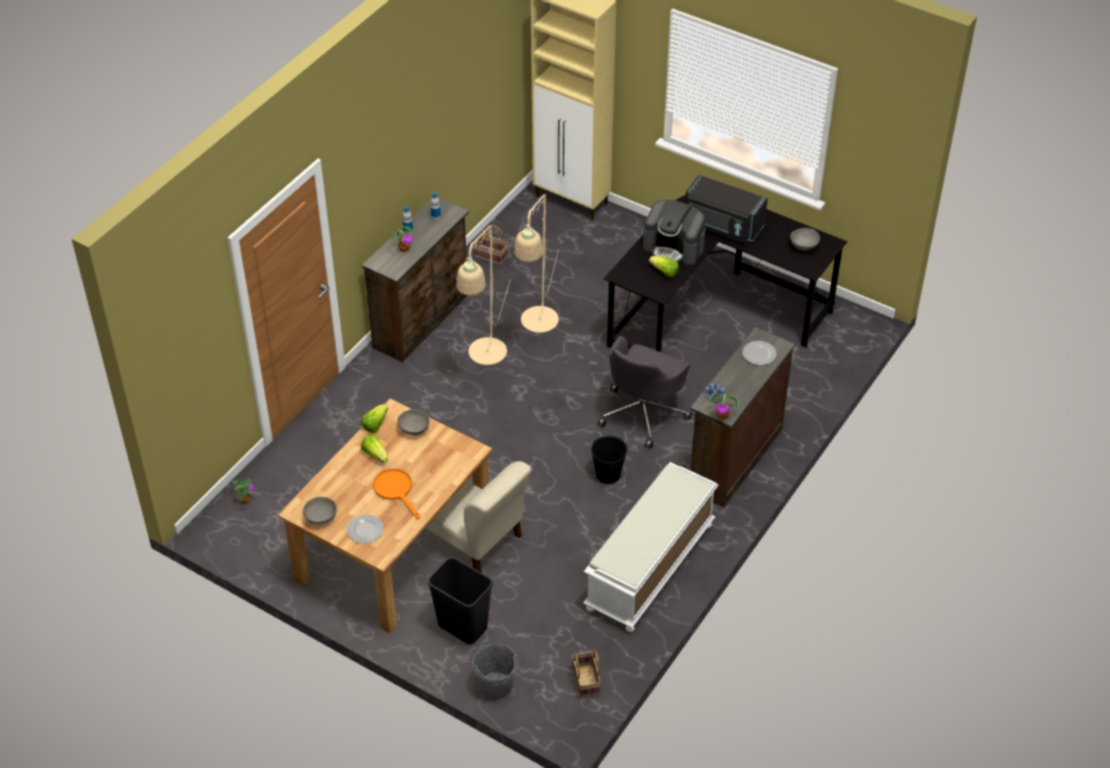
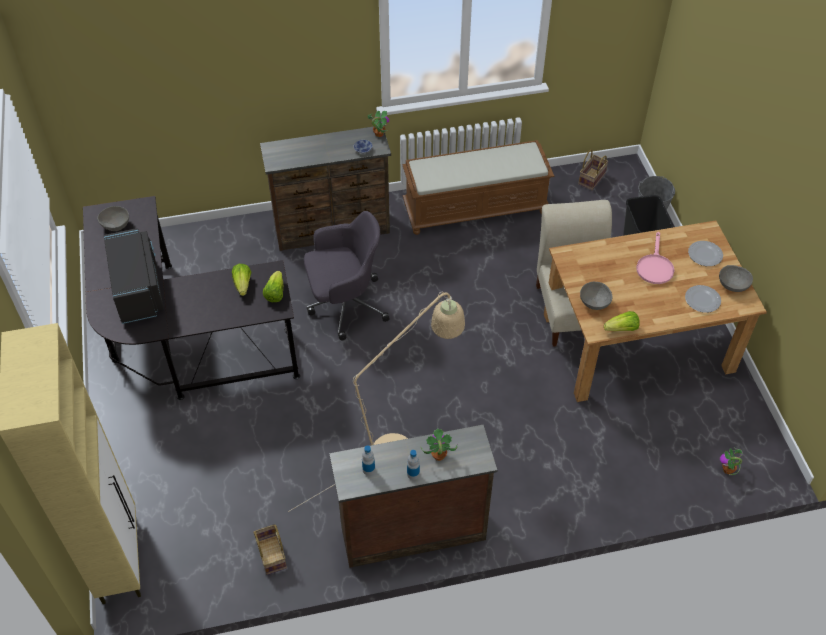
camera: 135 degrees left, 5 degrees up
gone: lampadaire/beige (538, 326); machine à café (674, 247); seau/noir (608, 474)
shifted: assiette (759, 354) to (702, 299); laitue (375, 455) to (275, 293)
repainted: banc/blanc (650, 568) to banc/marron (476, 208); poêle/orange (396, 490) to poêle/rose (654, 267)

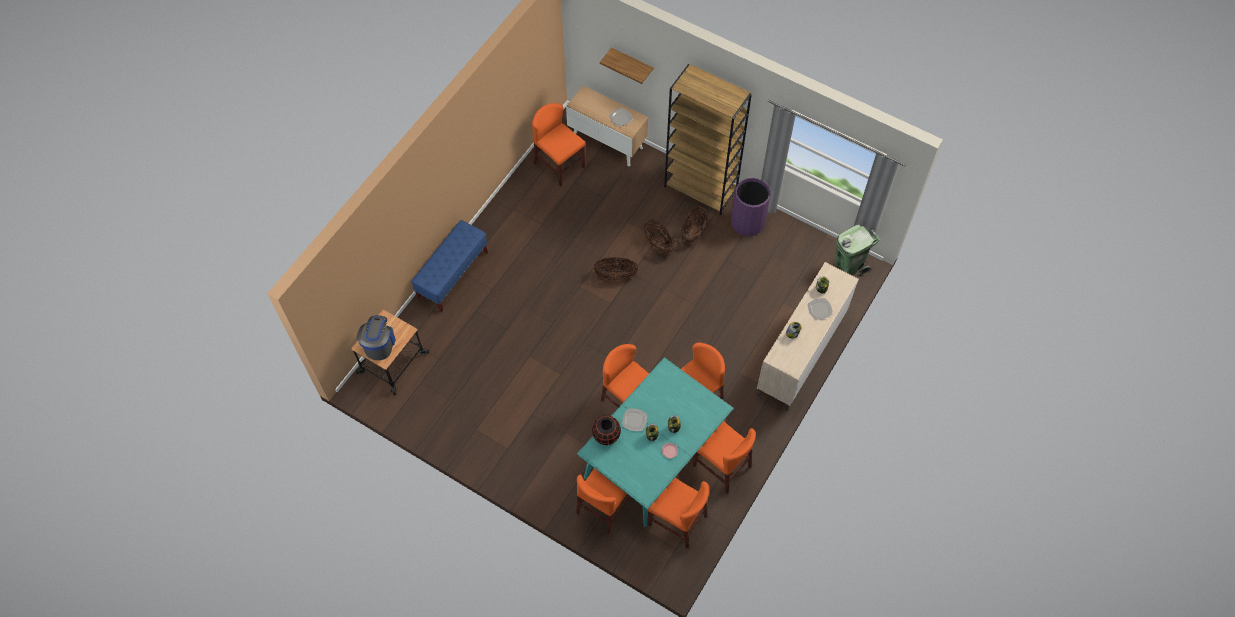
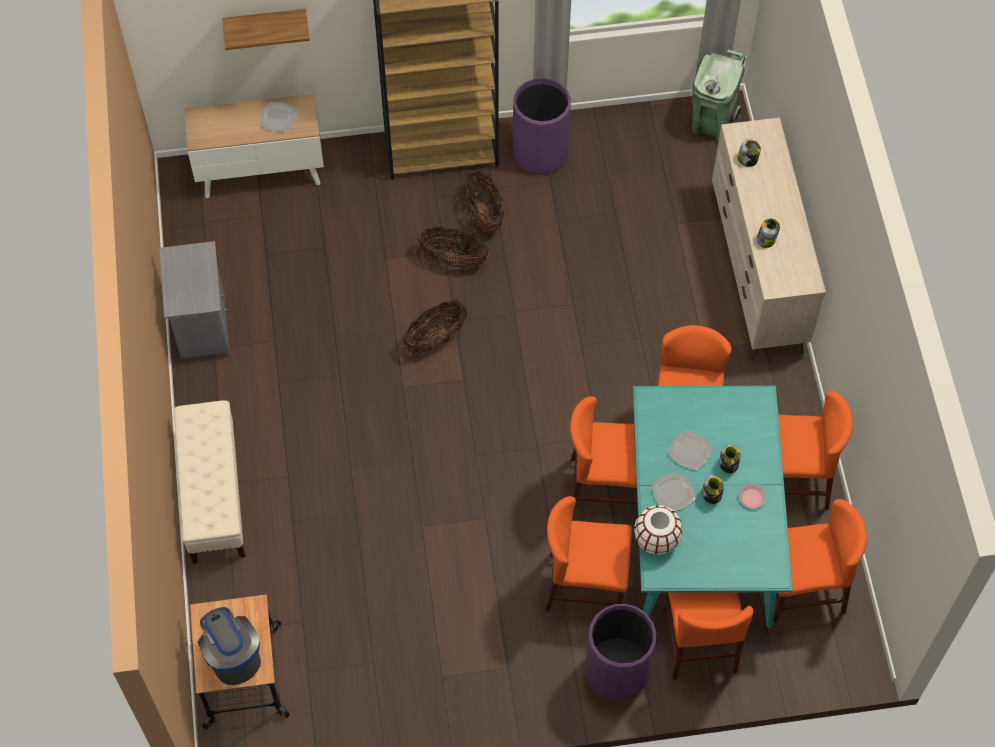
camera: 40 degrees left, 0 degrees up
new: table de chevet/gris (202, 328); poubelle/violet (616, 671)
shifted: chaise/orange (559, 165) to (585, 585); assiette (819, 309) to (689, 451)
repainted: banc/bleu (453, 275) to banc/beige (214, 496); vase/noir (606, 435) to vase/blanc (656, 539)

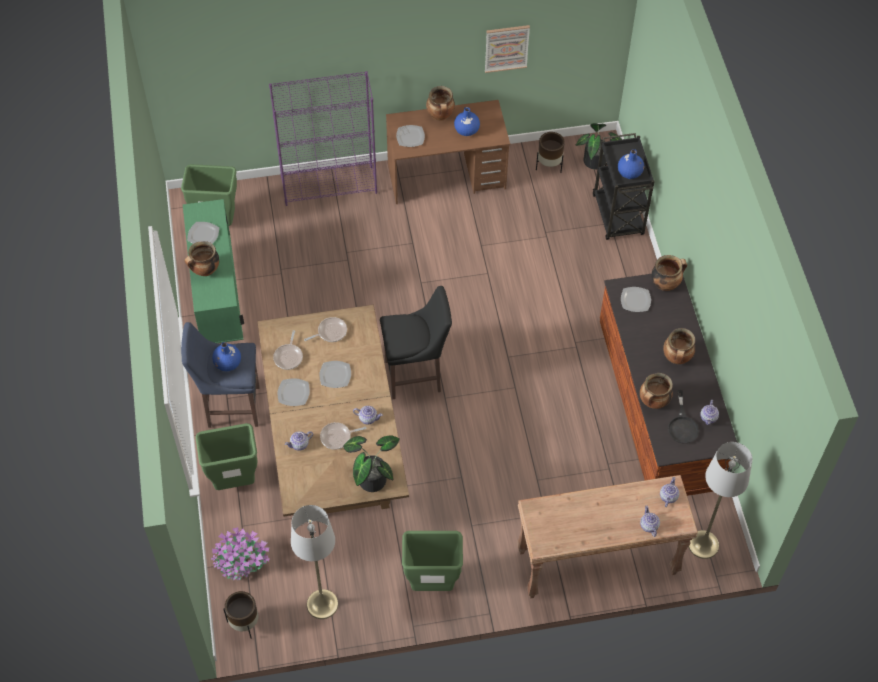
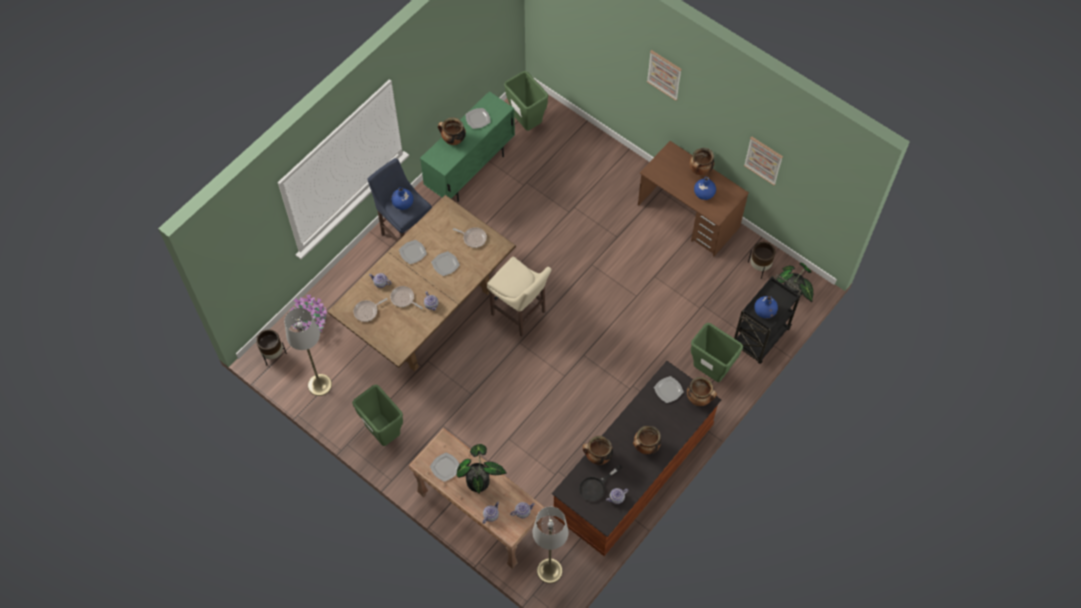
camera: 50 degrees right, 5 degrees up
gone: bibliothèque/violet (329, 185)
new: tableau (664, 74)
shifted: assiette (410, 136) to (445, 467); poêle (289, 356) to (367, 311); poubelle/vert (235, 481) to (710, 371); plante en pot (371, 477) to (479, 479)
repainted: tabouret/noir (416, 376) to tabouret/beige (520, 314)

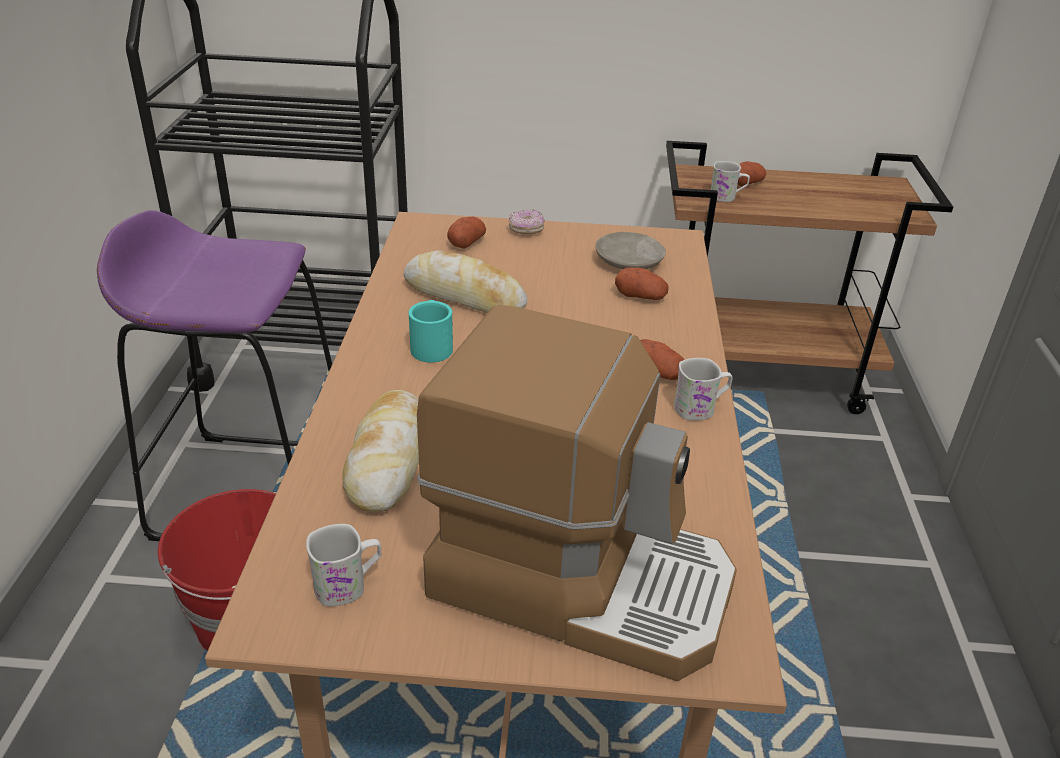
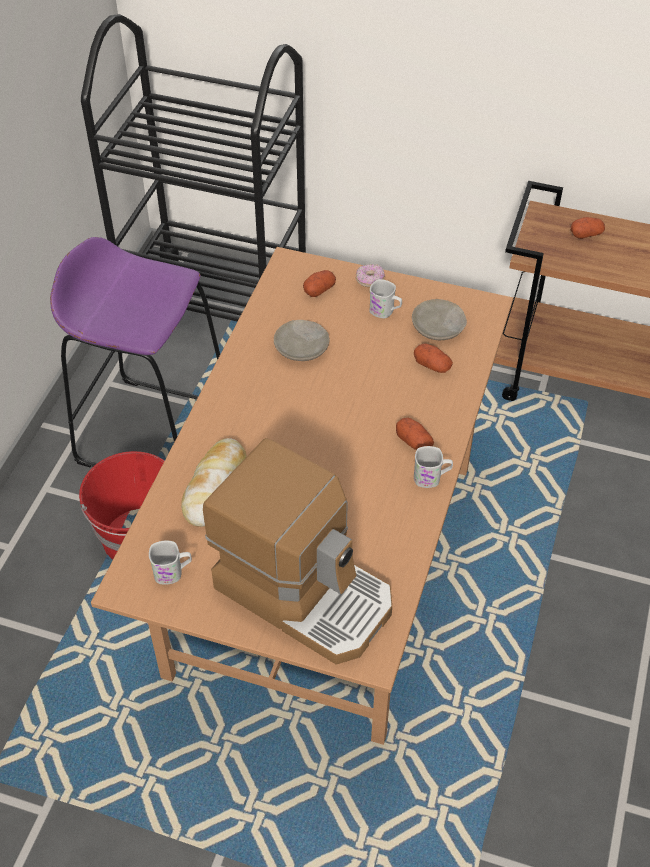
camera: 15 degrees right, 15 degrees up
gone: mug/turquoise (431, 345)
shifted: mug/blanc (727, 197) to (385, 311)
swapped: pain (464, 295) to assiette/beige (302, 347)

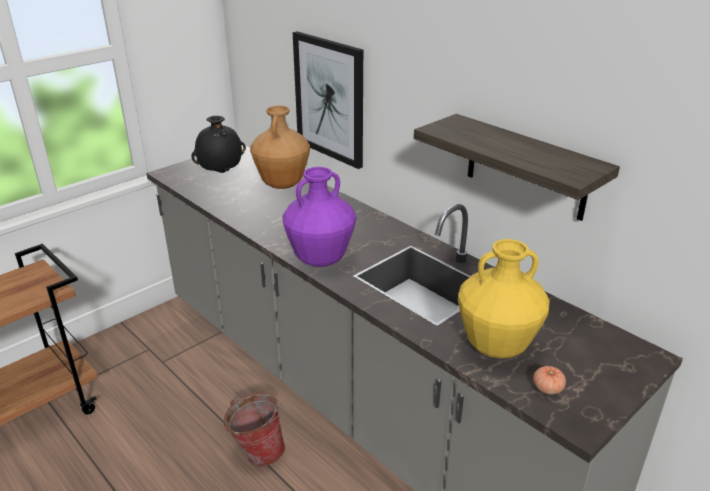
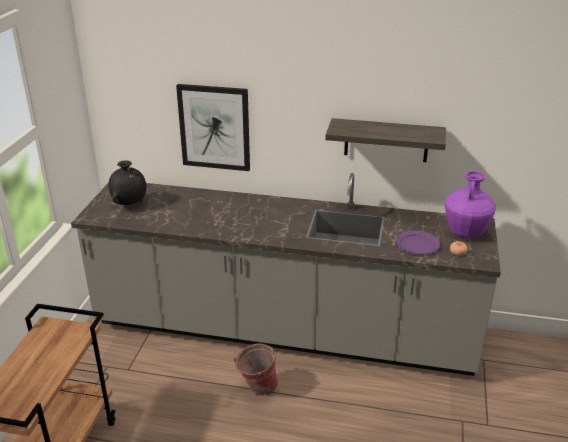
camera: 35 degrees left, 0 degrees up
gone: vase/marron (282, 185)
shifted: vase/violet (321, 259) to (465, 233)
swapped: vase/jaune (497, 346) to assiette/violet (417, 244)

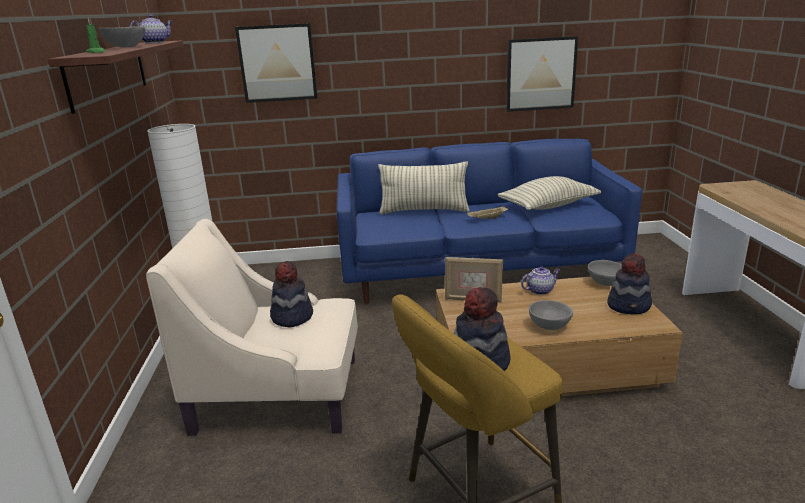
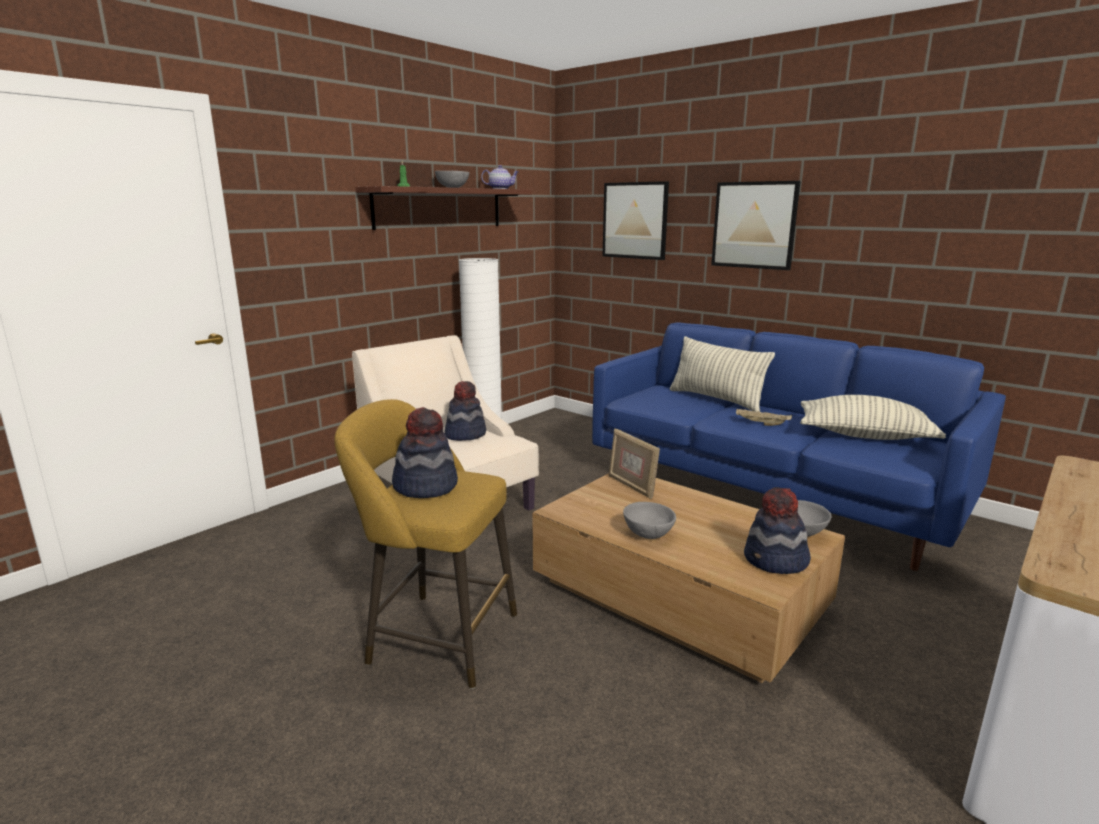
camera: 45 degrees right, 5 degrees down
gone: théière (540, 290)
shifted: tableau (540, 74) to (754, 225)

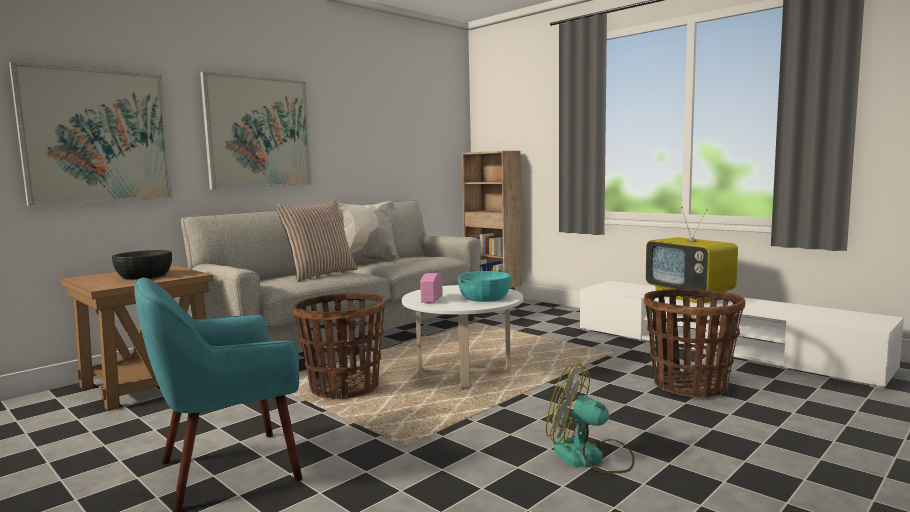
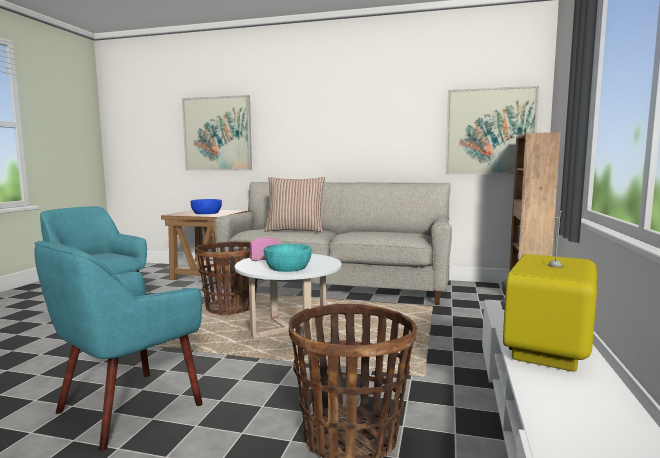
camera: 60 degrees right, 0 degrees up
gone: coussin/blanc (370, 261)
shifted: tableau (258, 133) to (490, 131)
swapped: ventilateur (590, 457) to fauteuil/turquoise (127, 408)
repainted: bol/noir (144, 276) to bol/bleu (206, 213)

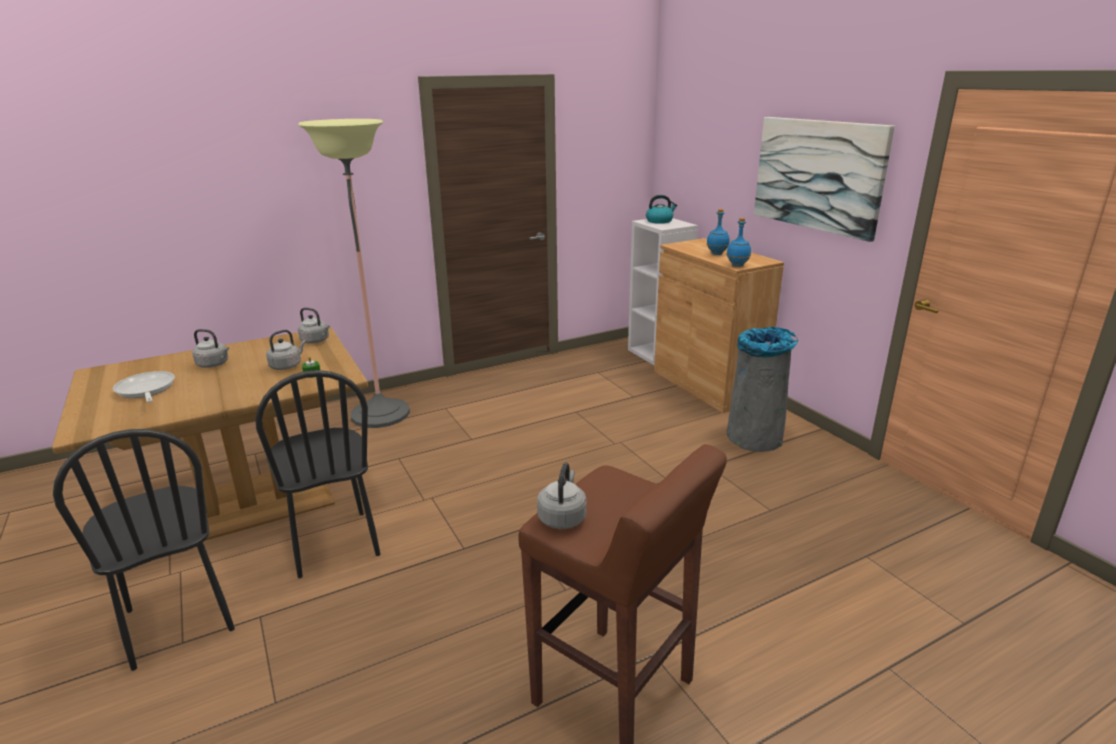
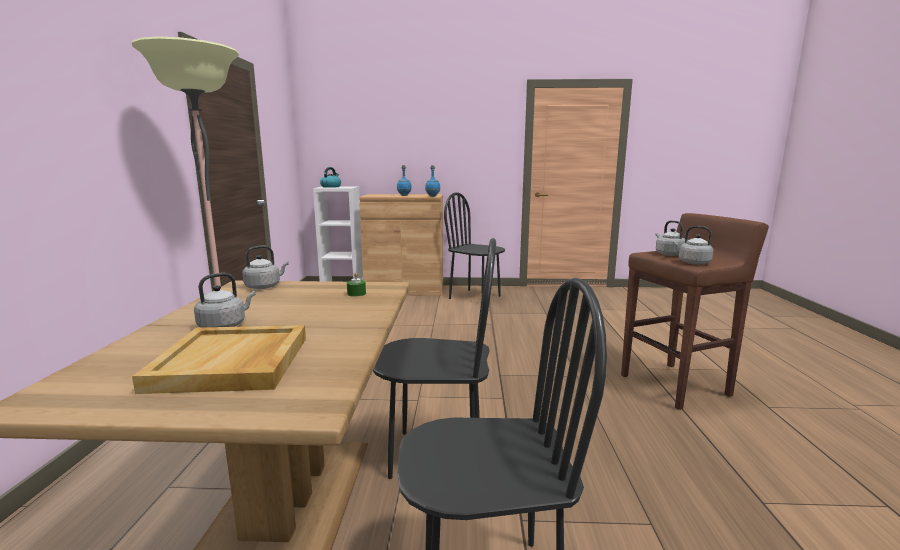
camera: 60 degrees left, 10 degrees down
gone: tableau (818, 175)
shifted: bouilloire/gris (287, 366) to (668, 254)
swapped: poubelle/gris (754, 436) to chaise/noir (475, 297); poêle (146, 391) to plateau/beige (232, 363)

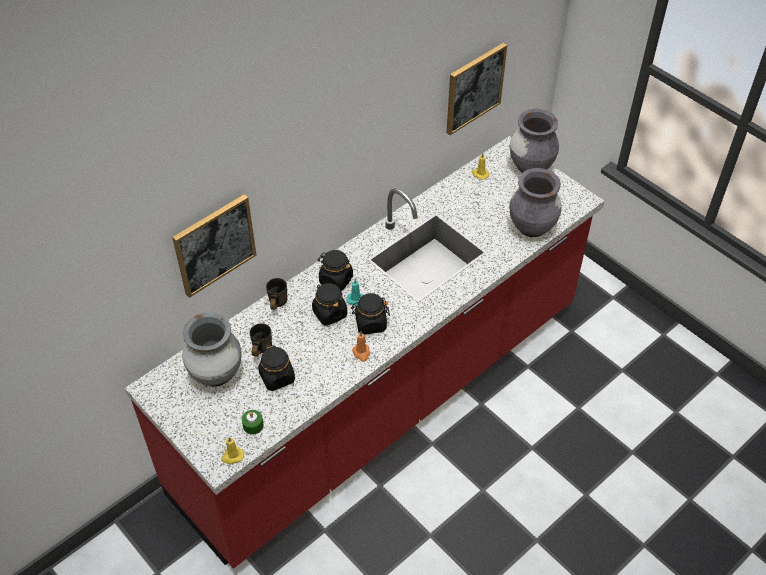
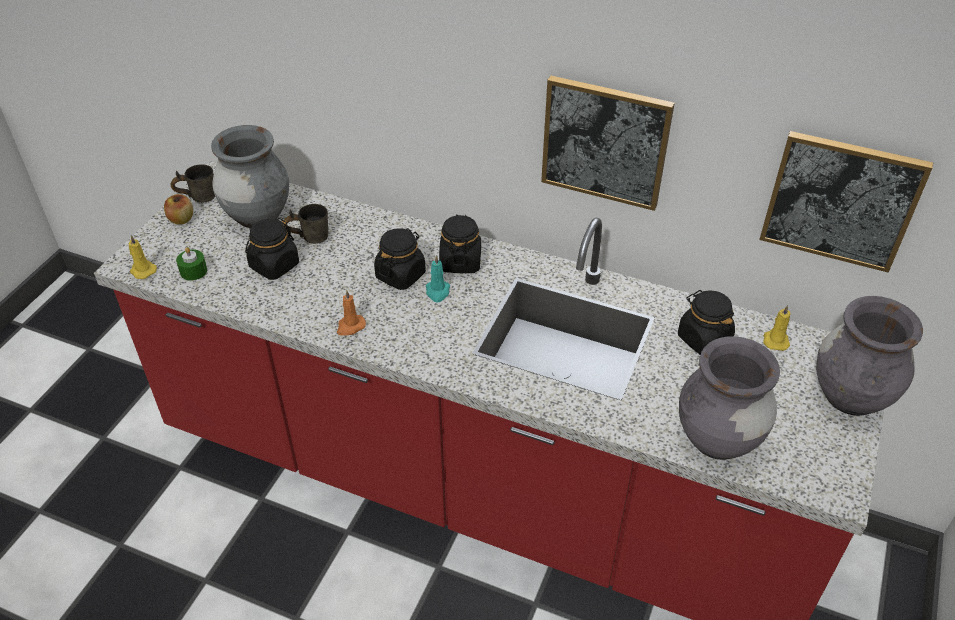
camera: 65 degrees right, 5 degrees down
new: pomme (181, 219)
shifted: tableau (214, 244) to (605, 142); mug/gris (275, 304) to (198, 196); bocal/noir (370, 323) to (703, 339)

